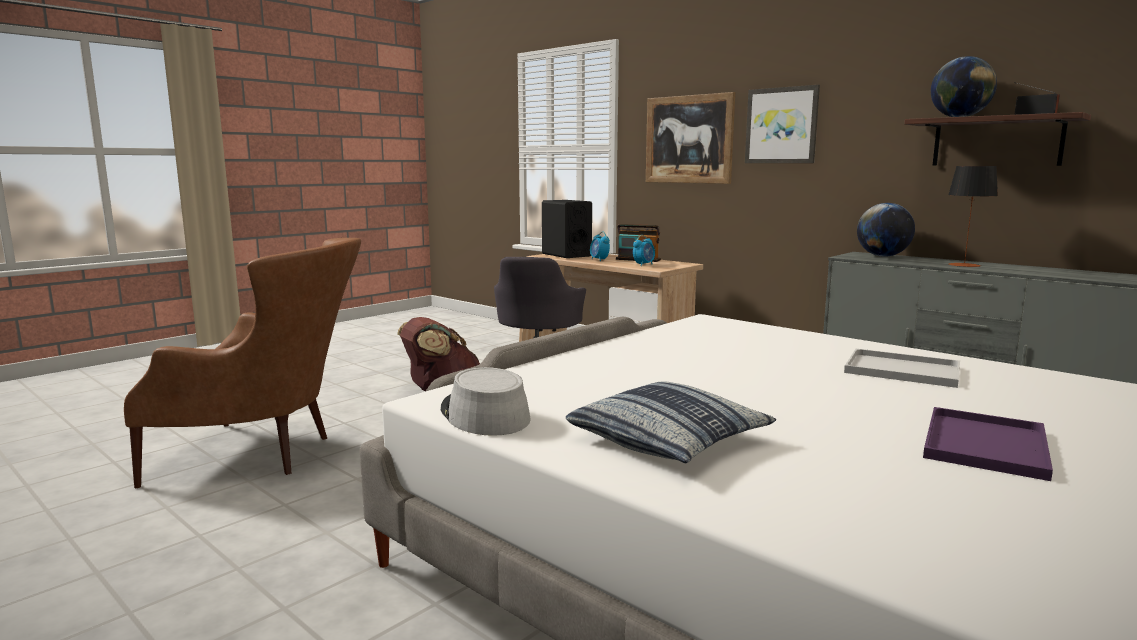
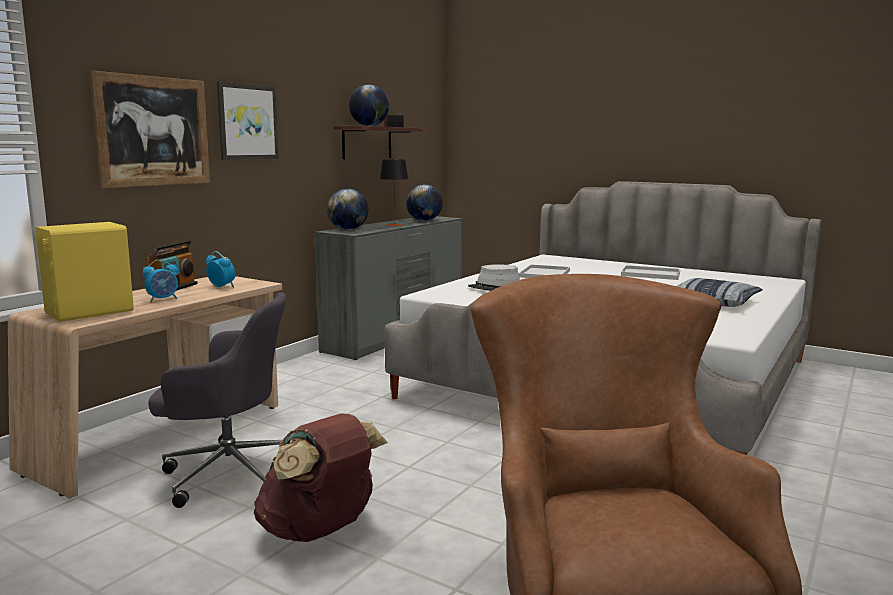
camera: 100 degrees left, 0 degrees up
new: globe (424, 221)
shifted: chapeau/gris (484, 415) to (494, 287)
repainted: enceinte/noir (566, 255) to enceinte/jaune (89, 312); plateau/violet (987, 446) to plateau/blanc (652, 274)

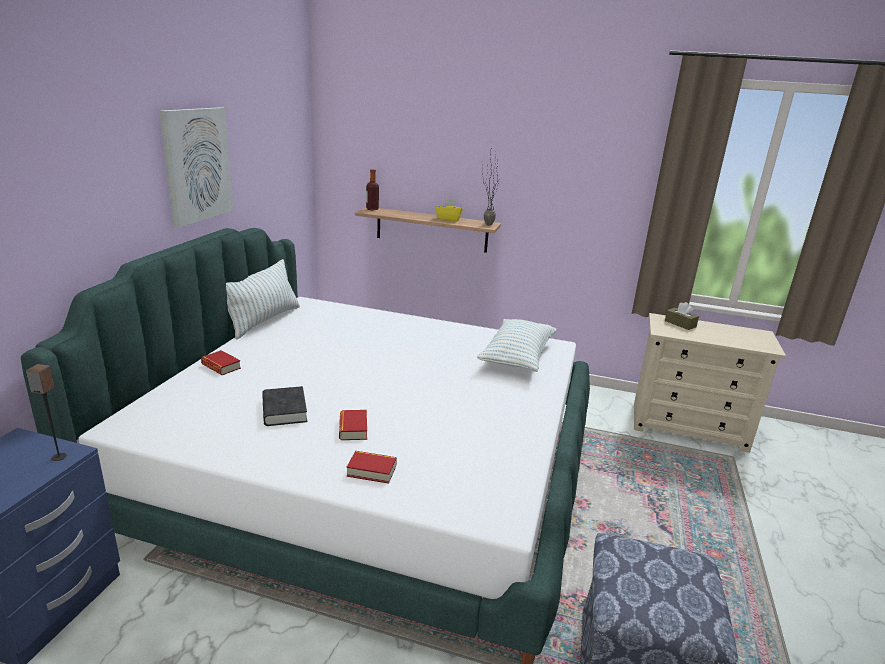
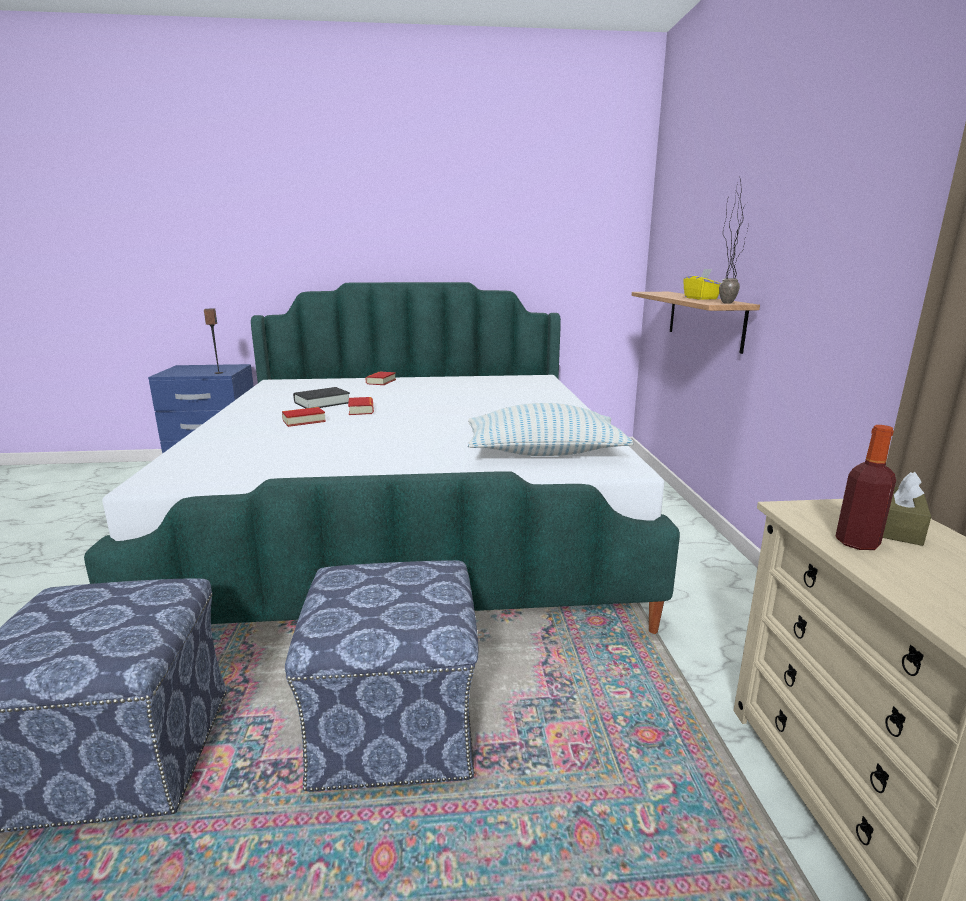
camera: 70 degrees right, 5 degrees down
gone: tableau (197, 165); coussin (264, 321)
new: pouf (396, 724)
shifted: bouteille (372, 209) to (857, 543); livre (372, 471) to (361, 410)

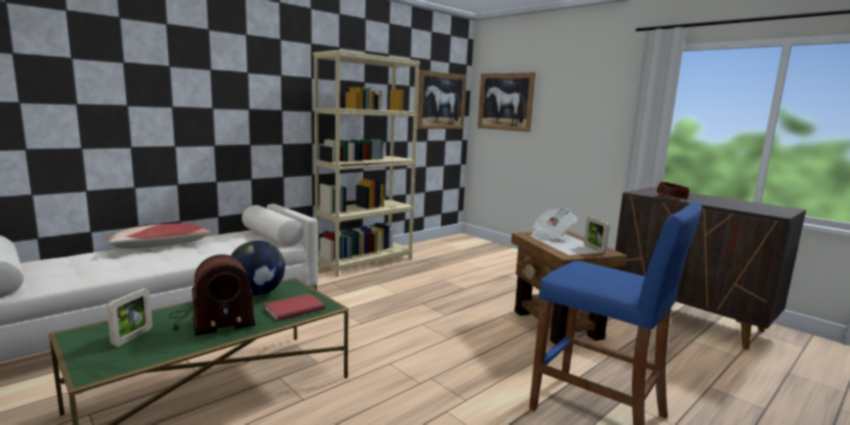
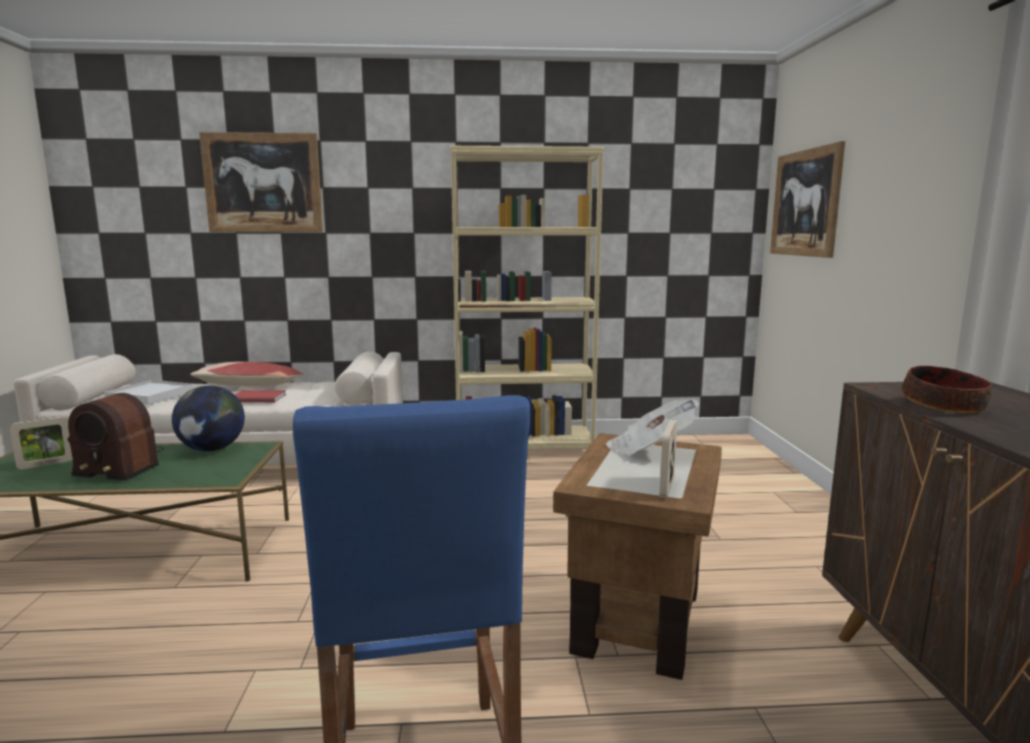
camera: 40 degrees right, 0 degrees up
new: plateau/blanc (150, 396)
shifted: tableau (441, 101) to (263, 183); livre/rouge (293, 308) to (259, 398)

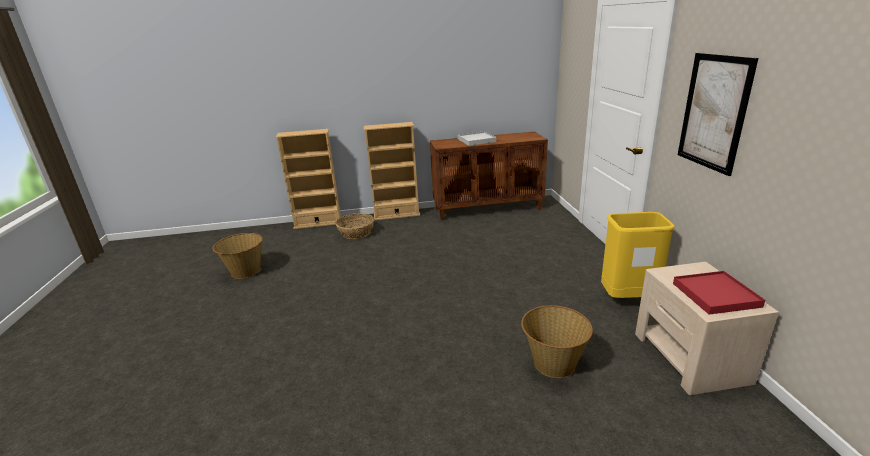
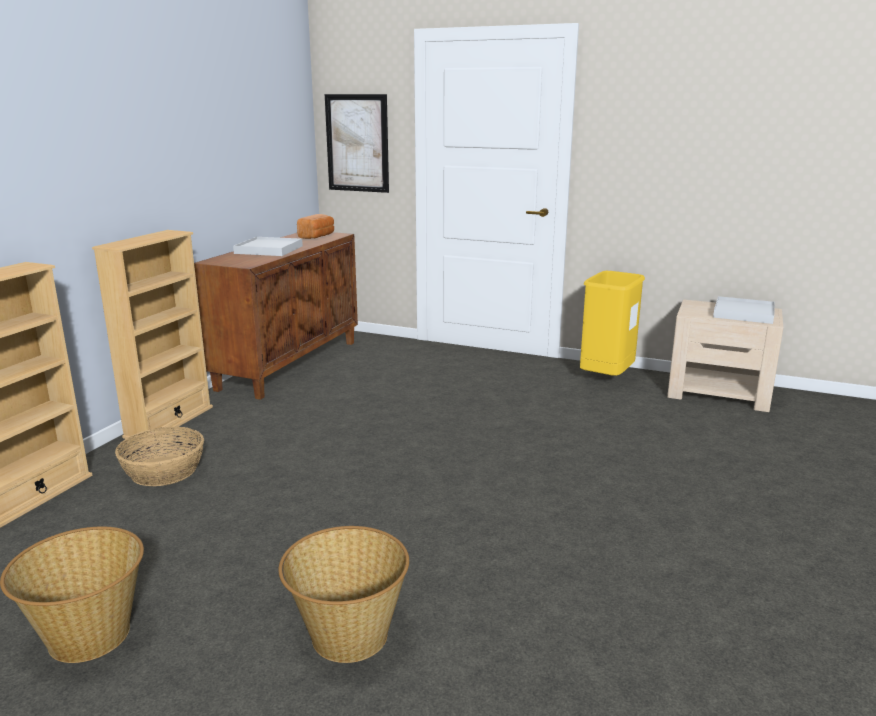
camera: 60 degrees left, 5 degrees down
new: pain (317, 236)
shifted: tableau (714, 112) to (357, 143); panier (553, 363) to (348, 636)
repainted: plateau/rouge (715, 295) to plateau/blanc (743, 313)

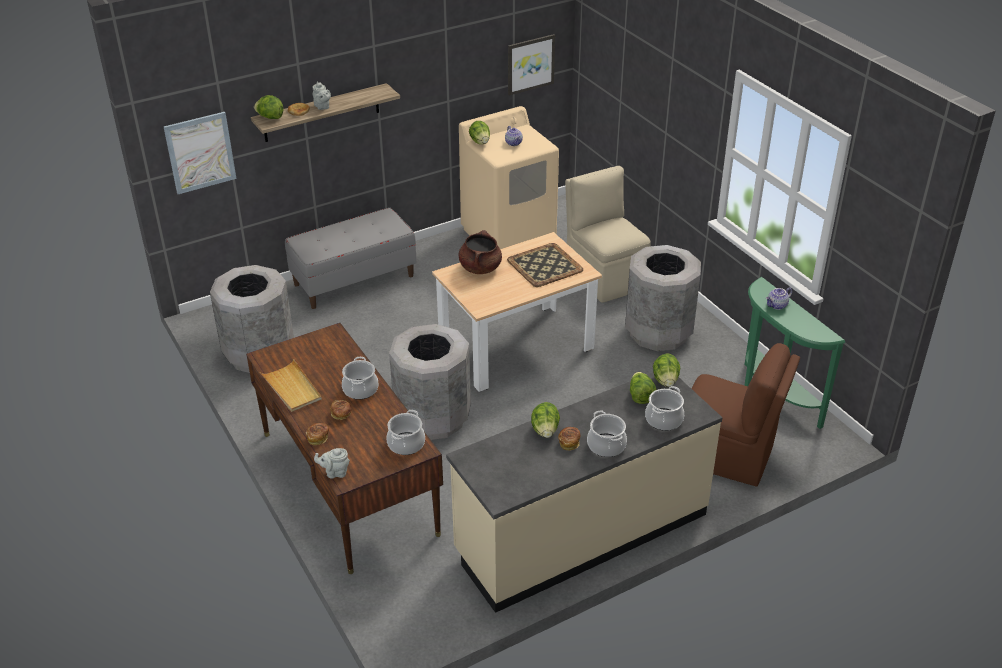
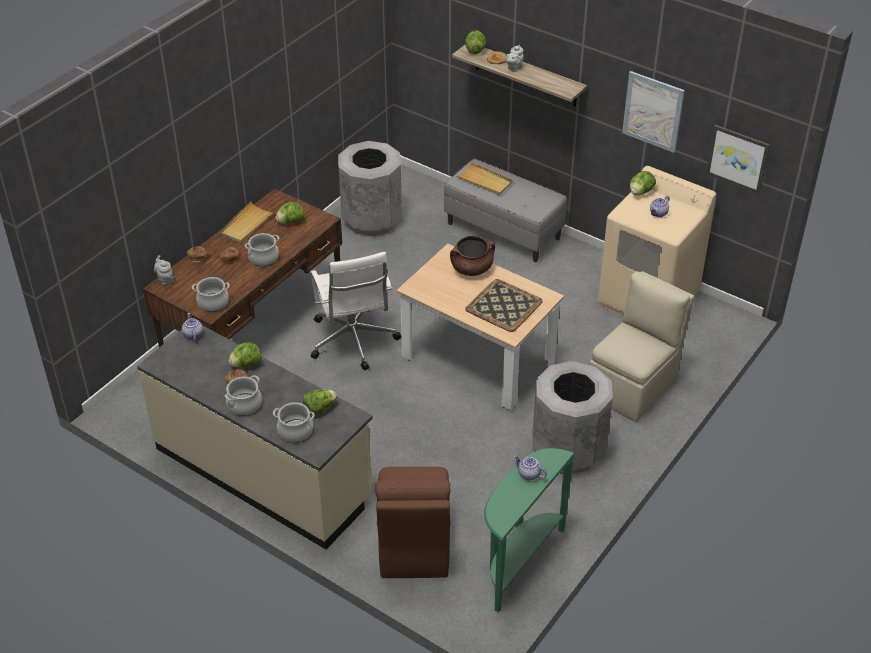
camera: 65 degrees right, 5 degrees up
new: plateau/beige (484, 181); théière (192, 335)
shifted: tableau (200, 152) to (653, 111); laitue (665, 380) to (290, 222)
swapped: poubelle/gris (433, 418) to chaise de bureau/blanc (353, 341)

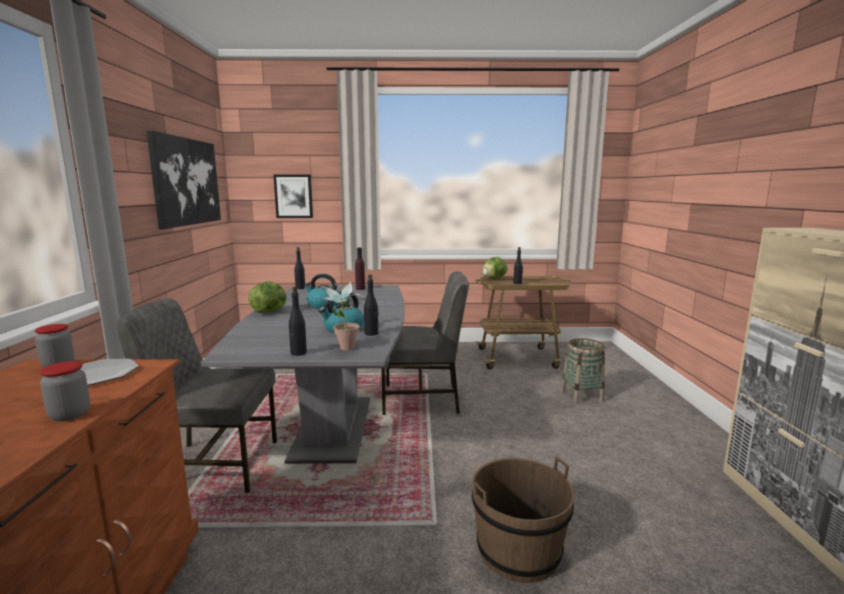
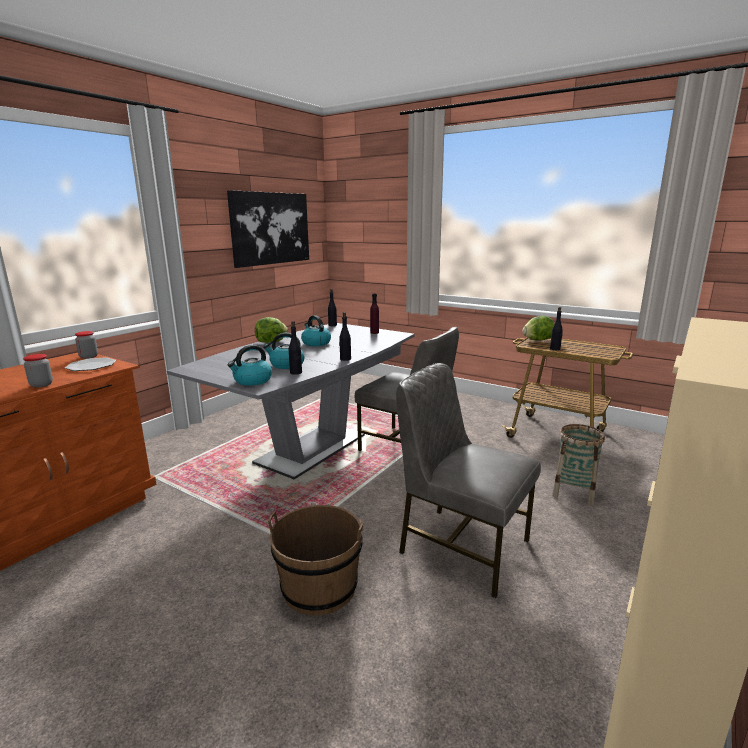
camera: 35 degrees right, 5 degrees up
gone: tableau (293, 196)
shifted: bouteille/noir (298, 353) to (345, 359); chaise/gris (214, 465) to (462, 546)
swapped: plante en pot (344, 349) to bouilloire (252, 381)

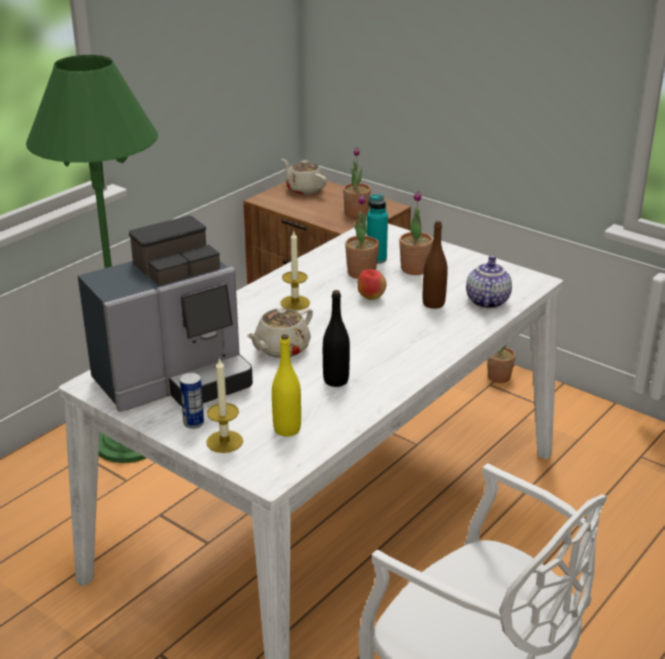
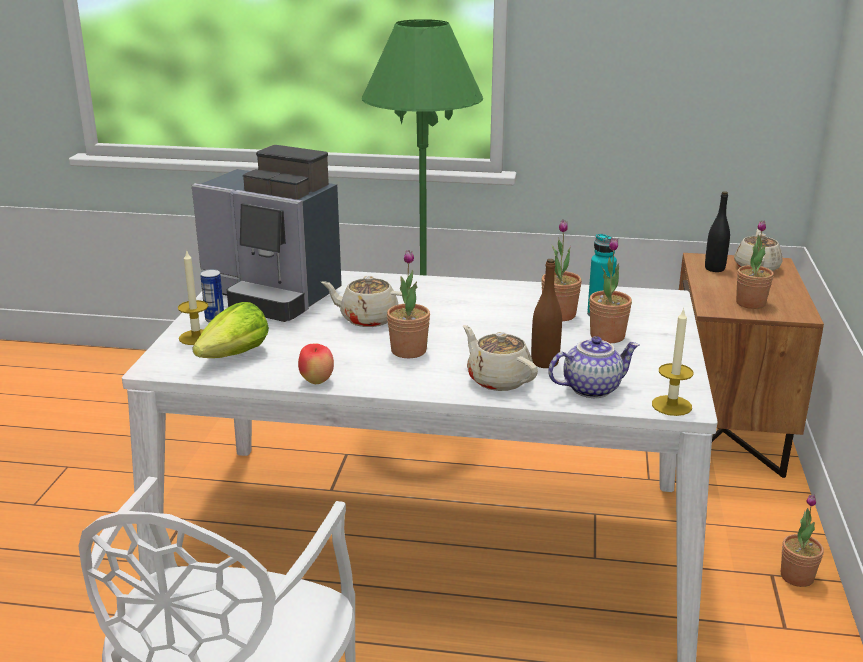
camera: 60 degrees right, 5 degrees down
new: plante en pot (408, 351); théière/beige (498, 379)
shifted: bougie (295, 303) to (671, 405); pomme (371, 297) to (317, 381); bouteille/noir (336, 380) to (714, 269)
swapped: bouteille/jaune (287, 429) to laitue (235, 355)

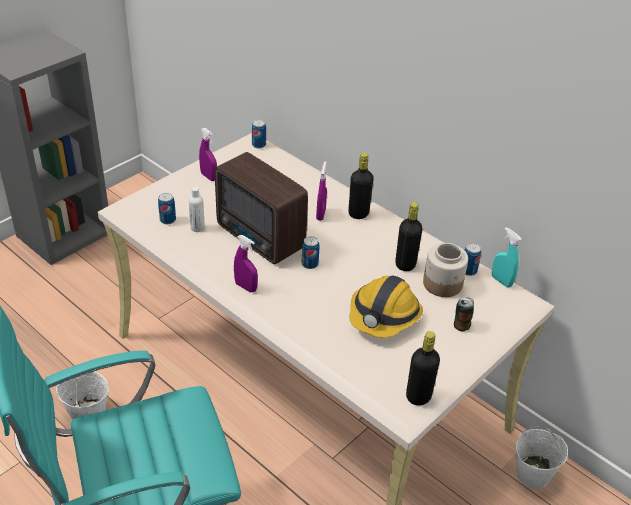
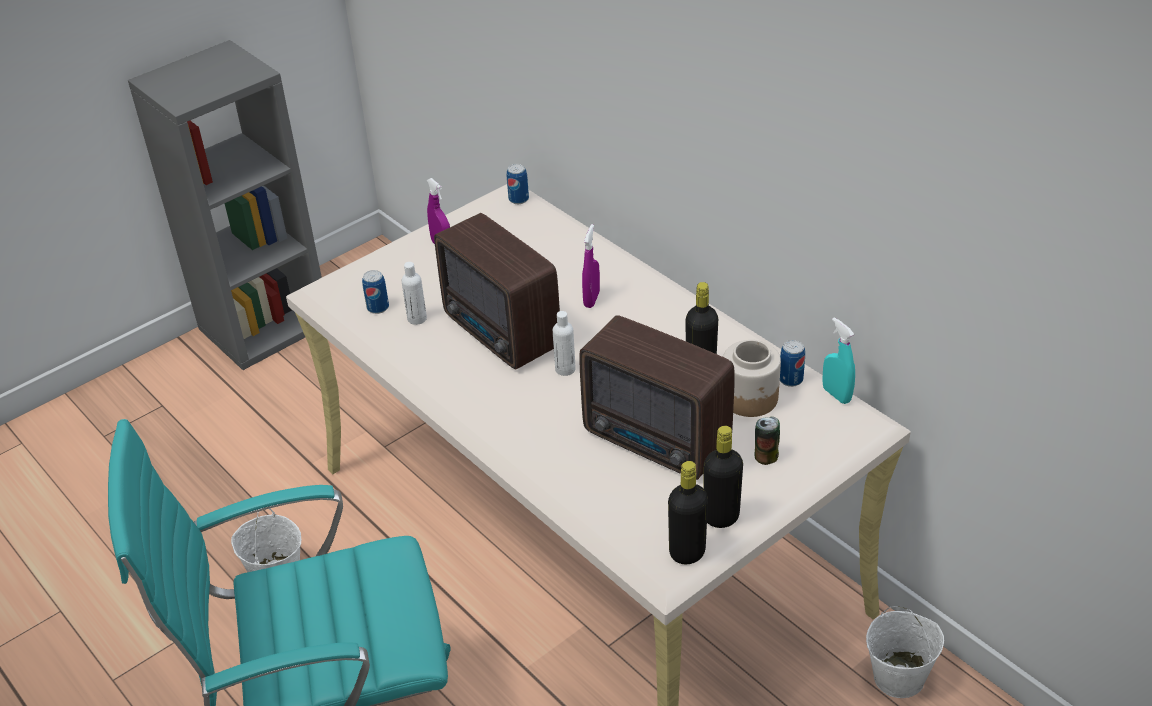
camera: 10 degrees right, 0 degrees up
gone: vaporisateur/violet (246, 287)
shifted: bouteille/noir (358, 213) to (721, 517)
swapped: boîte métallique (309, 264) to bouteille/blanc (565, 369); casque de chantier (384, 316) to radio (658, 442)

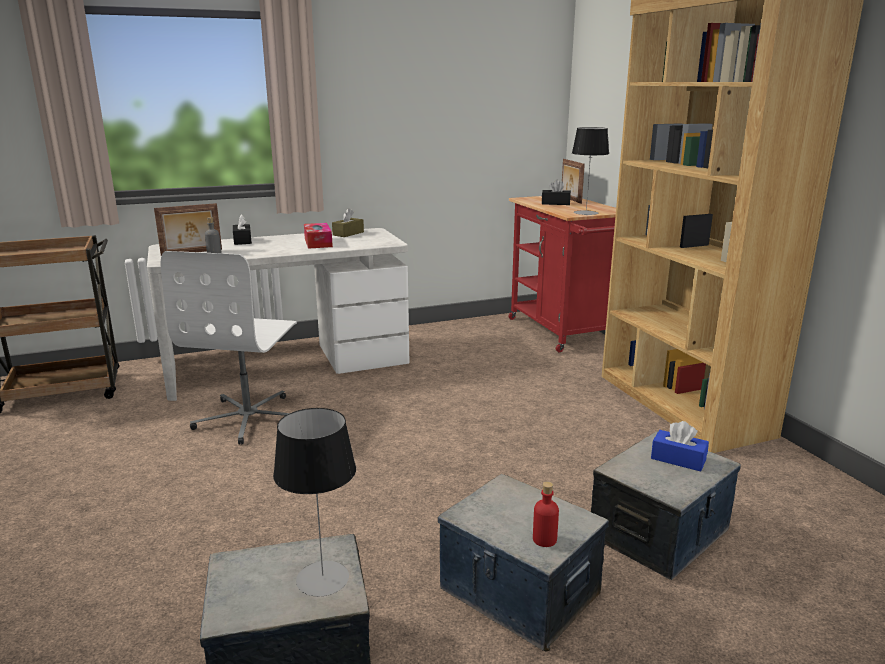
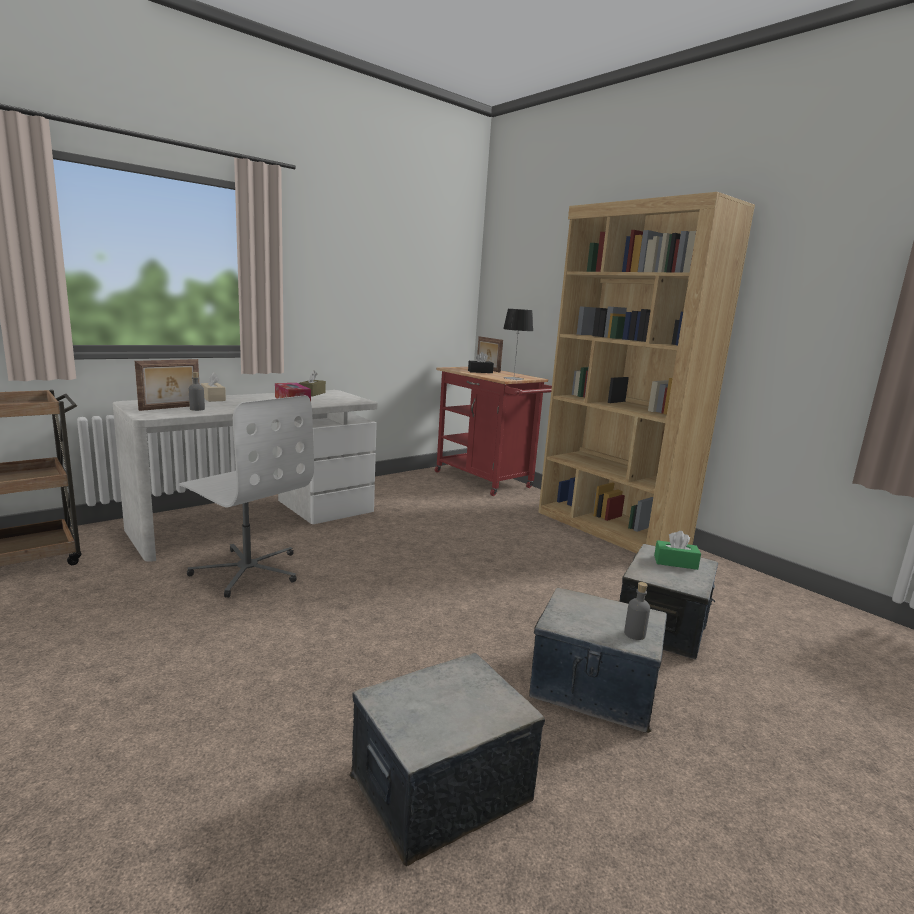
camera: 20 degrees left, 5 degrees down
gone: lampe de table (323, 578)
repainted: boîte à mouchoirs/noir (242, 241) to boîte à mouchoirs/beige (213, 398); boîte à mouchoirs/bleu (678, 459) to boîte à mouchoirs/vert (675, 562); bouteille/rouge (544, 539) to bouteille/gris (634, 634)
rotated: chaise de bureau/blanc (249, 418) = (248, 570) 45 degrees counterclockwise

